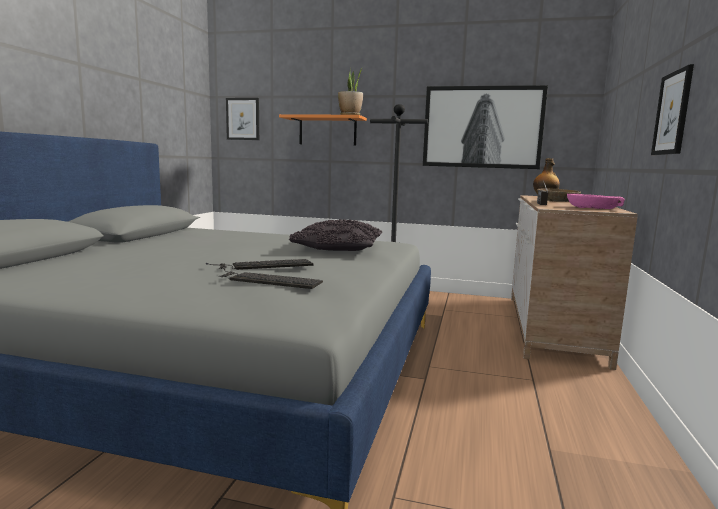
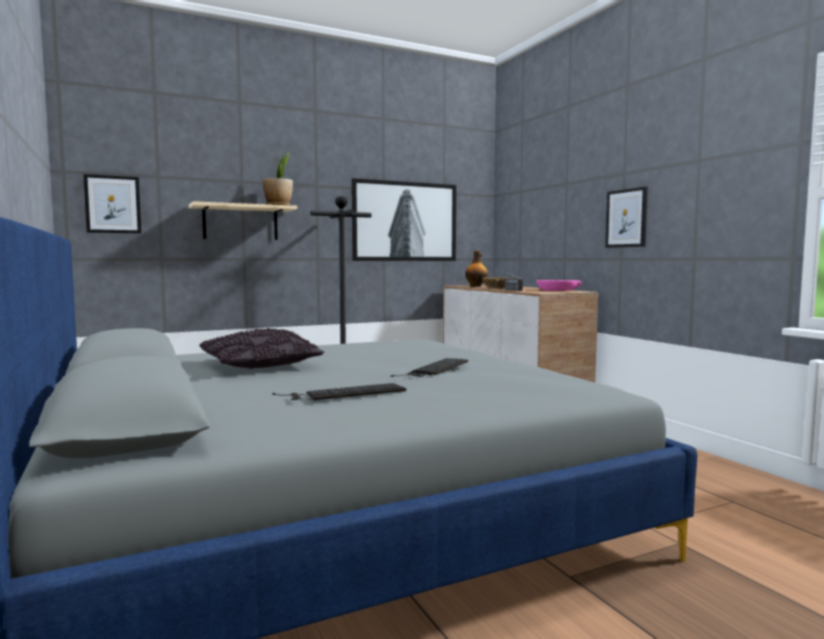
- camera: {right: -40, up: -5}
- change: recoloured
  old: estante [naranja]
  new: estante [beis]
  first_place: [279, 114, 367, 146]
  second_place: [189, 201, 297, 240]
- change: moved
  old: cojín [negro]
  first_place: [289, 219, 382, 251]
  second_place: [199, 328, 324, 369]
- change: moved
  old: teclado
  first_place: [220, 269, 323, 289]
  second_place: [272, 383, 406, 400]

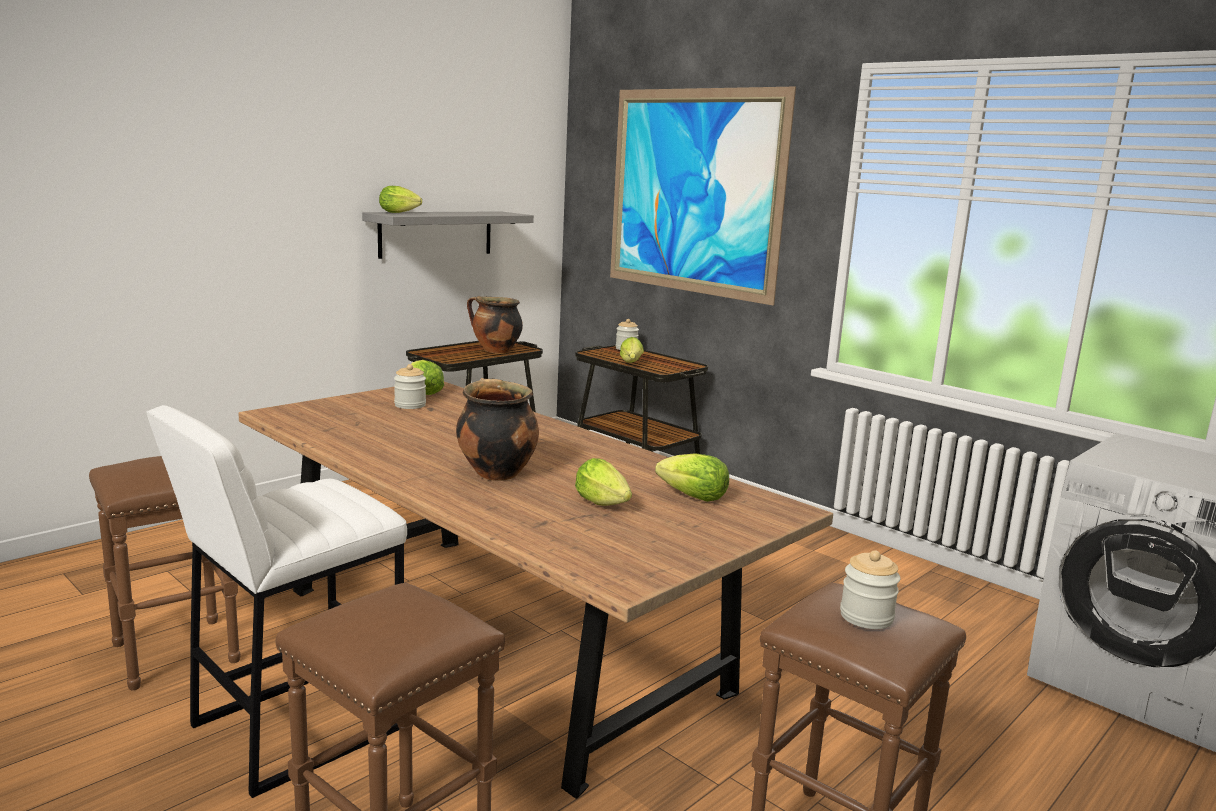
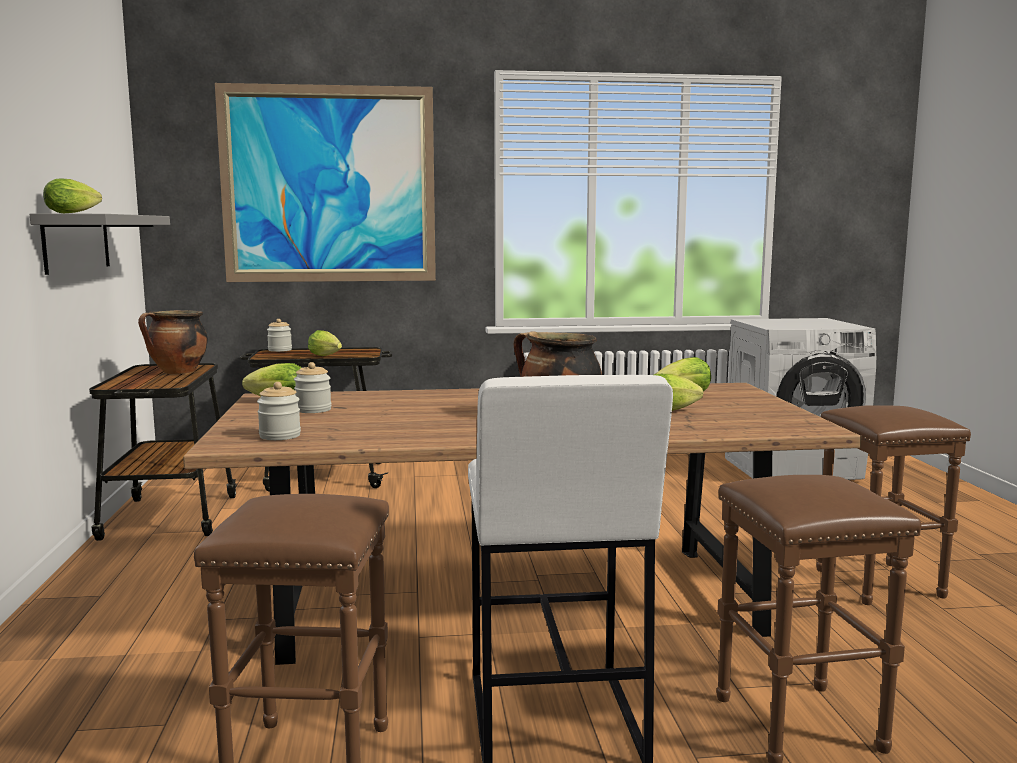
- camera: {right: -50, up: -5}
- change: moved
  old: tarro
  first_place: [840, 550, 901, 629]
  second_place: [257, 382, 301, 440]

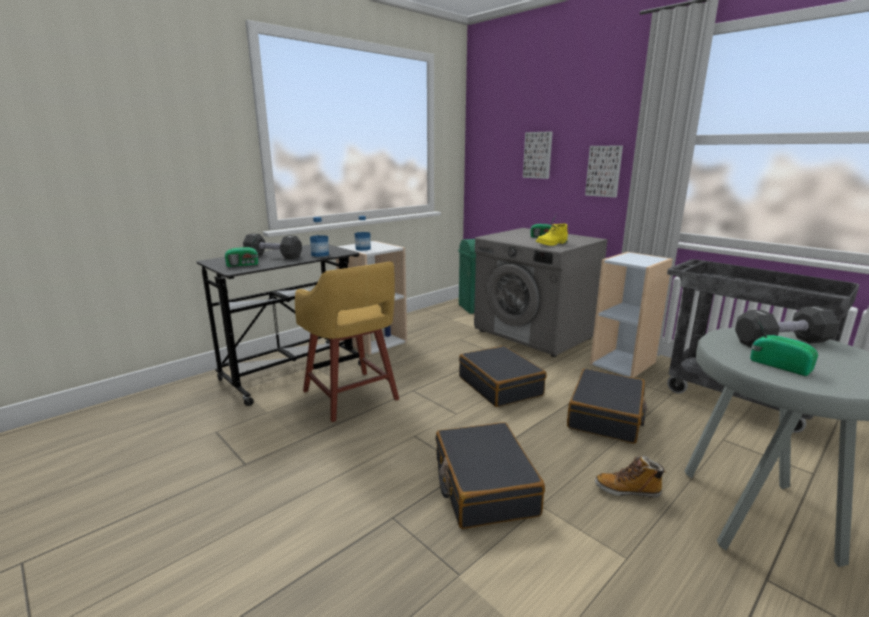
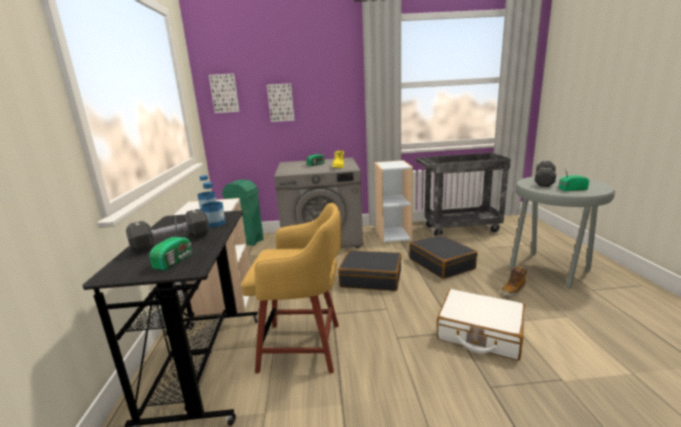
- camera: {right: -50, up: 0}
- change: moved
  old: cuadro
  first_place: [585, 146, 623, 198]
  second_place: [209, 73, 239, 113]
- change: recoloured
  old: maleta [negro]
  new: maleta [blanco]
  first_place: [436, 422, 545, 529]
  second_place: [437, 289, 525, 361]

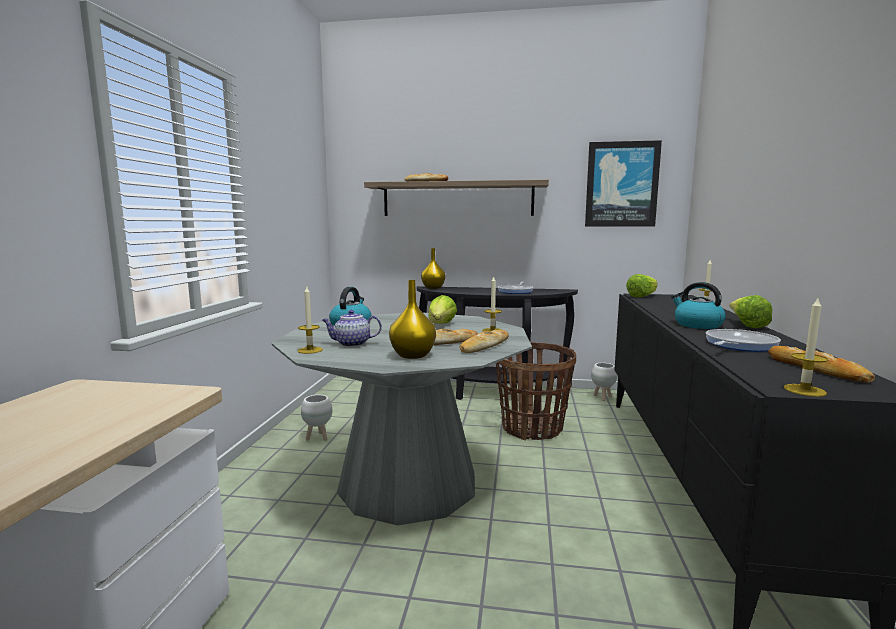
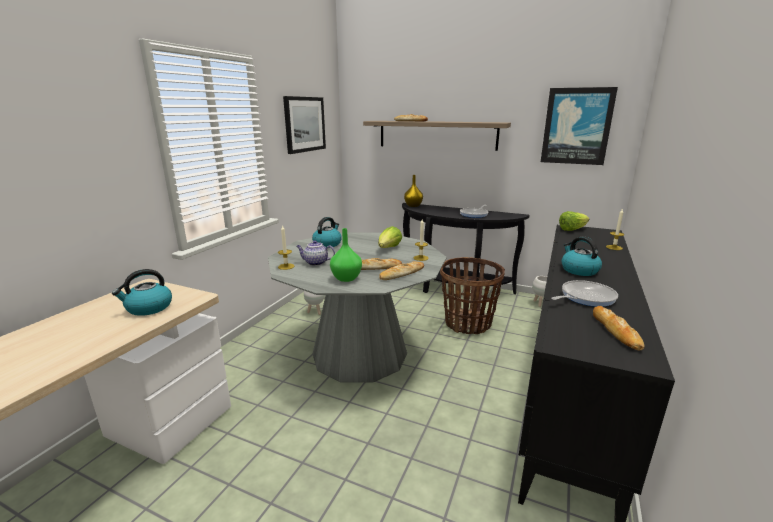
- camera: {right: 15, up: 10}
- change: added
  new: hervidor
  second_place: [112, 269, 172, 316]
- change: added
  new: cuadro
  second_place: [283, 96, 326, 154]
- change: recoloured
  old: florero [amarillo]
  new: florero [verde]
  first_place: [389, 280, 436, 359]
  second_place: [330, 228, 362, 282]
- change: removed
  old: lechuga
  first_place: [729, 295, 772, 328]
- change: removed
  old: vela
  first_place: [784, 298, 828, 397]

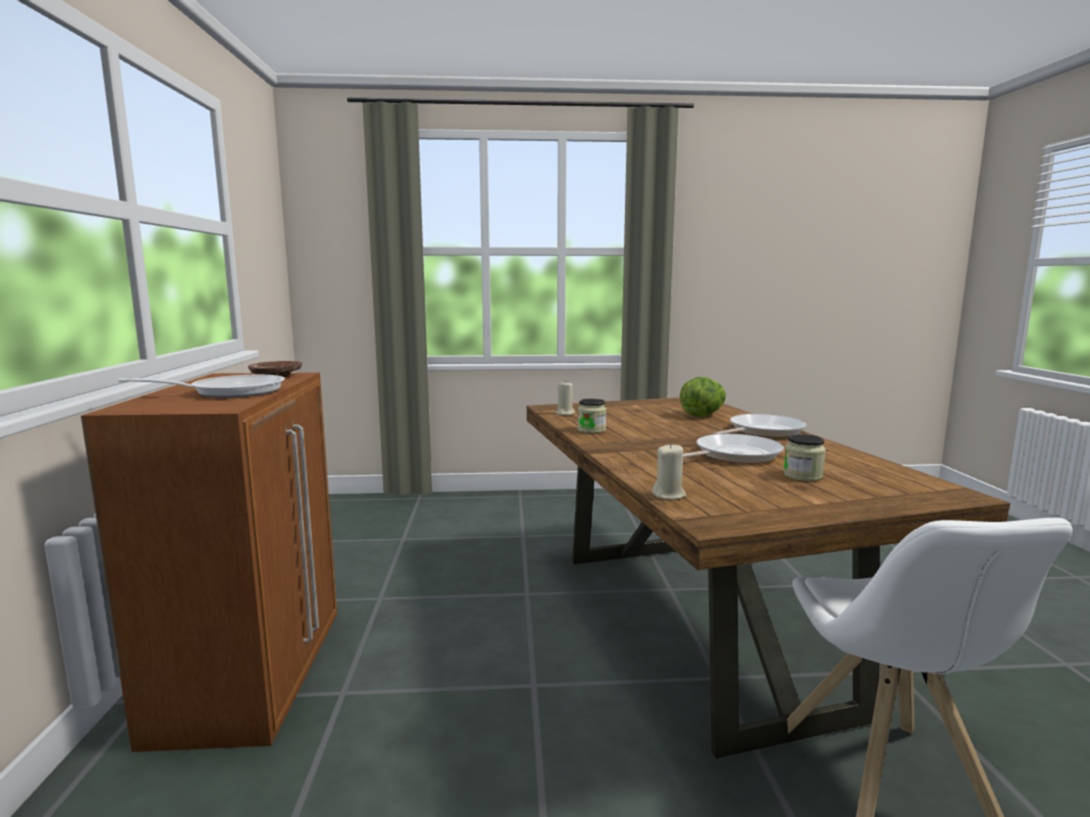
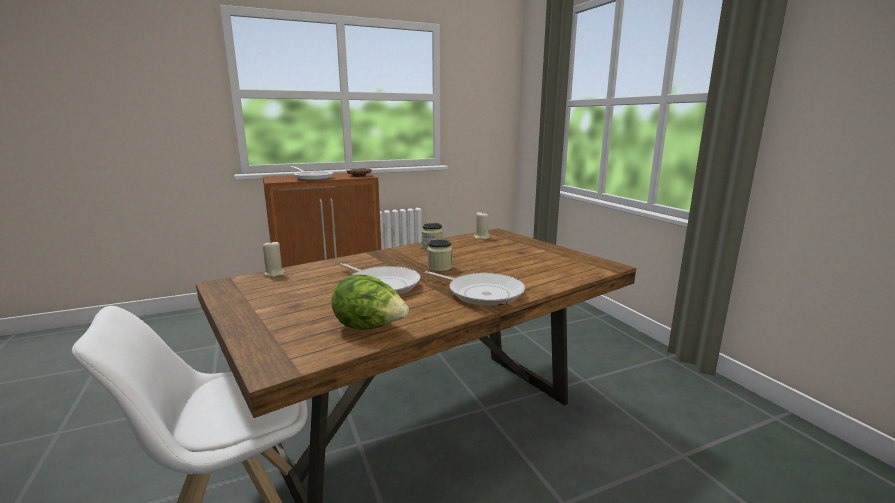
- camera: {right: 70, up: 5}
- change: moved
  old: lechuga
  first_place: [680, 377, 726, 417]
  second_place: [331, 275, 409, 330]
- change: moved
  old: tarro
  first_place: [783, 434, 826, 481]
  second_place: [427, 239, 452, 272]

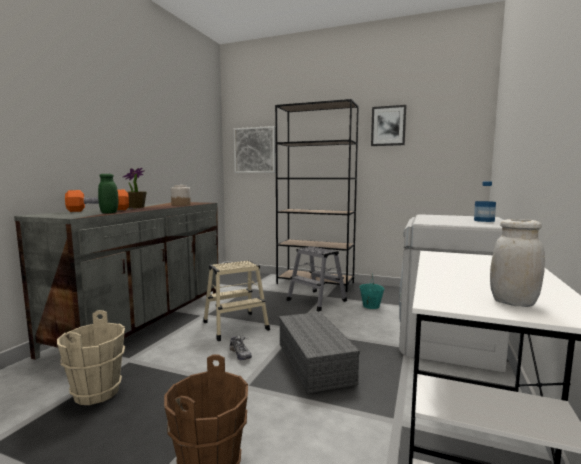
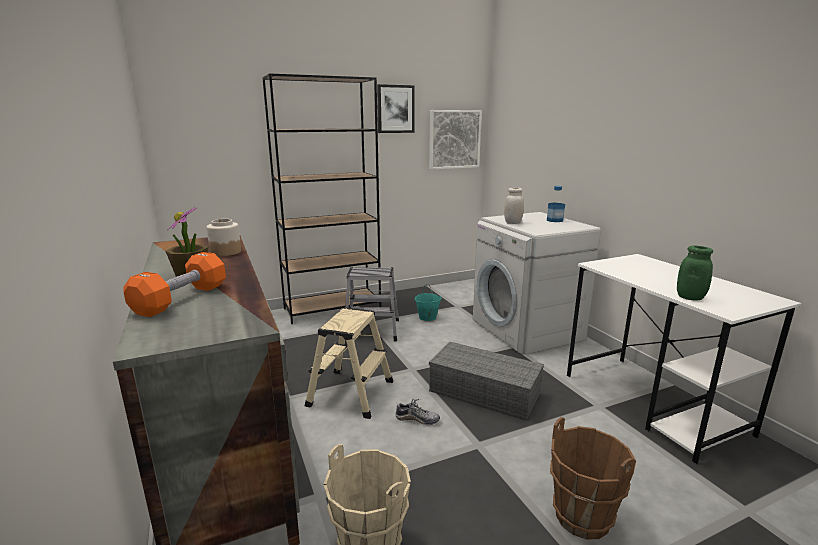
- camera: {right: -45, up: 10}
- change: moved
  old: cuadro
  first_place: [234, 126, 276, 173]
  second_place: [429, 110, 482, 170]
- change: moved
  old: tarro [blanco]
  first_place: [490, 219, 545, 307]
  second_place: [504, 188, 524, 224]
- change: moved
  old: tarro [verde]
  first_place: [98, 174, 118, 213]
  second_place: [677, 246, 713, 301]

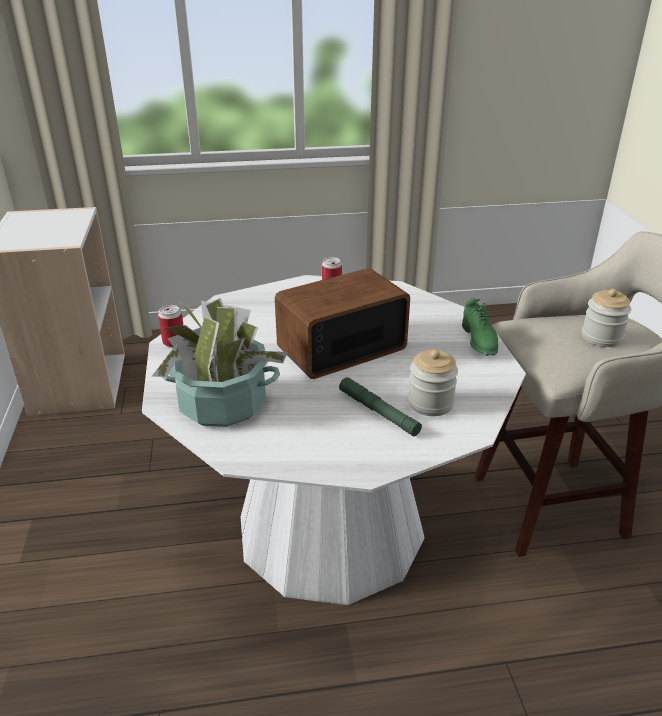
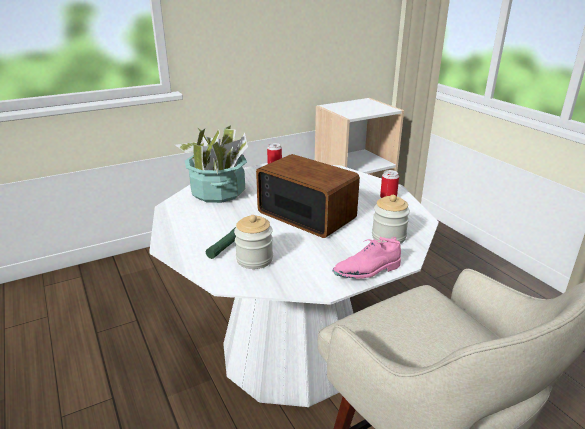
- camera: {right: 70, up: -5}
- change: recoloured
  old: zapato [verde]
  new: zapato [rosa]
  first_place: [462, 297, 498, 356]
  second_place: [332, 237, 401, 279]
- change: moved
  old: tarro
  first_place: [582, 289, 631, 347]
  second_place: [372, 195, 410, 244]

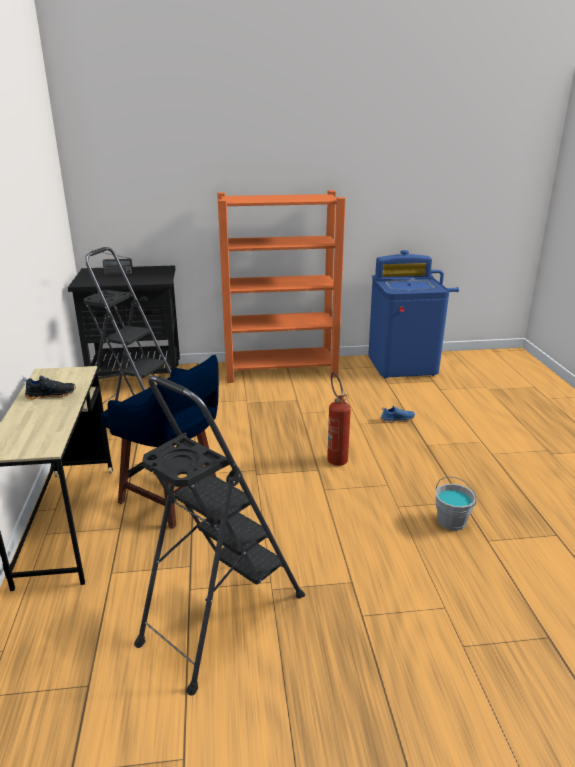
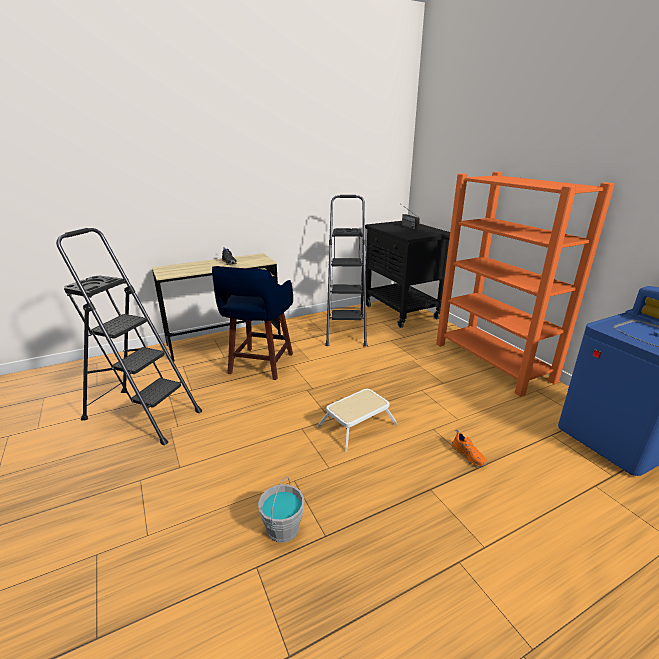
- camera: {right: 70, up: 0}
- change: replaced
  old: extintor
  new: escalera de tijera [beis]
  first_place: [327, 372, 351, 466]
  second_place: [317, 389, 398, 452]
- change: recoloured
  old: zapato [azul]
  new: zapato [naranja]
  first_place: [380, 406, 415, 423]
  second_place: [452, 430, 487, 467]

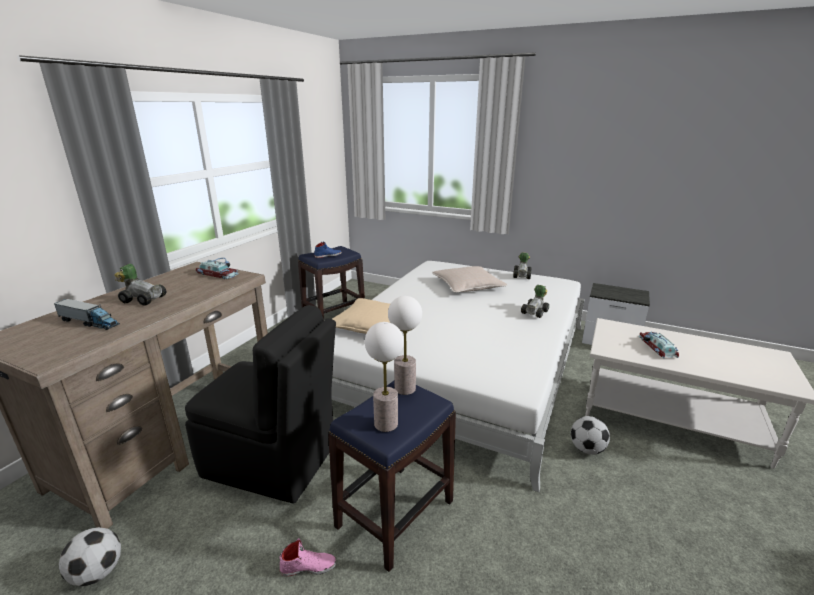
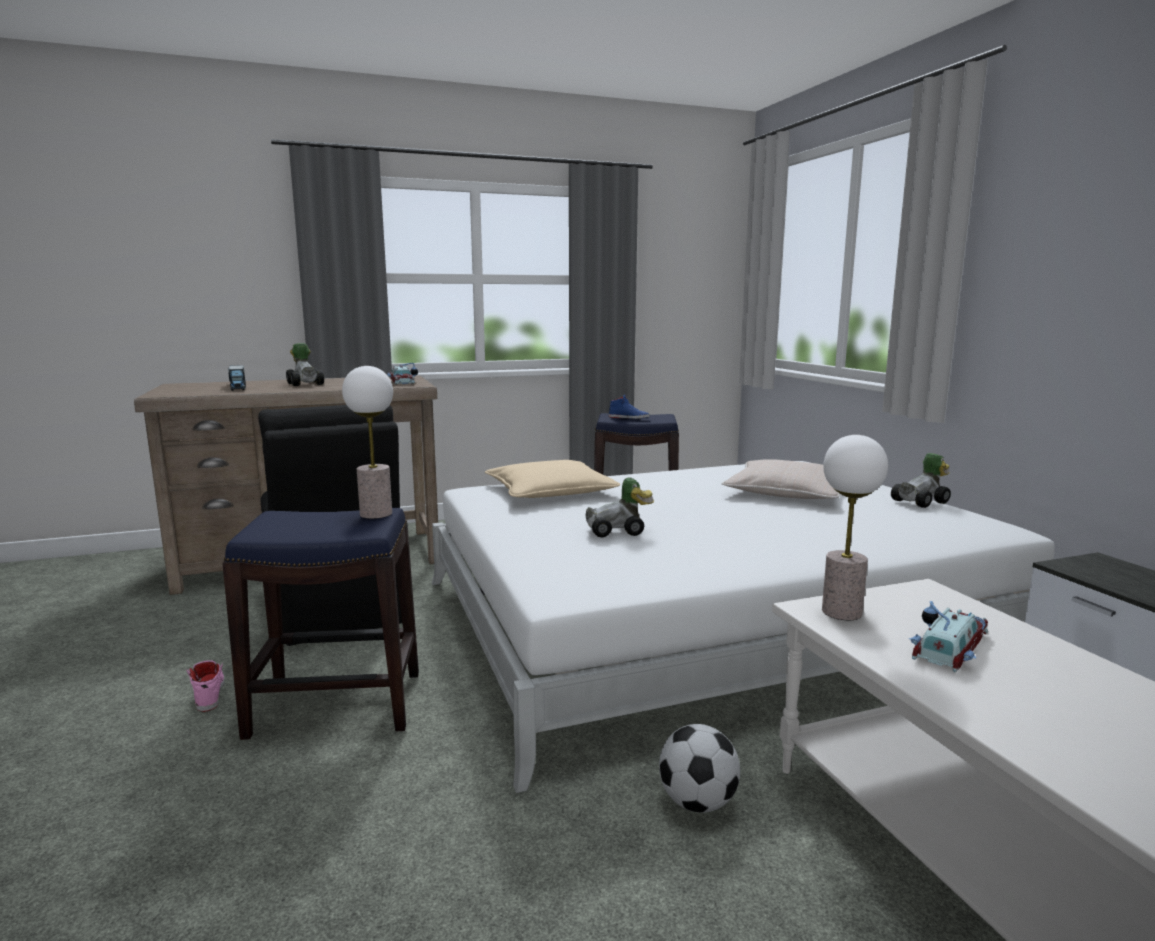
- camera: {right: 45, up: -10}
- change: turned
  old: zapato [rosa]
  first_place: [279, 538, 337, 576]
  second_place: [186, 660, 225, 712]
  degrees: -150
- change: moved
  old: coche de juguete
  first_place: [521, 285, 549, 318]
  second_place: [586, 477, 654, 538]
- change: moved
  old: lámpara de mesa
  first_place: [365, 322, 404, 432]
  second_place: [822, 435, 888, 620]
- change: removed
  old: balón de fútbol
  first_place: [59, 527, 121, 586]

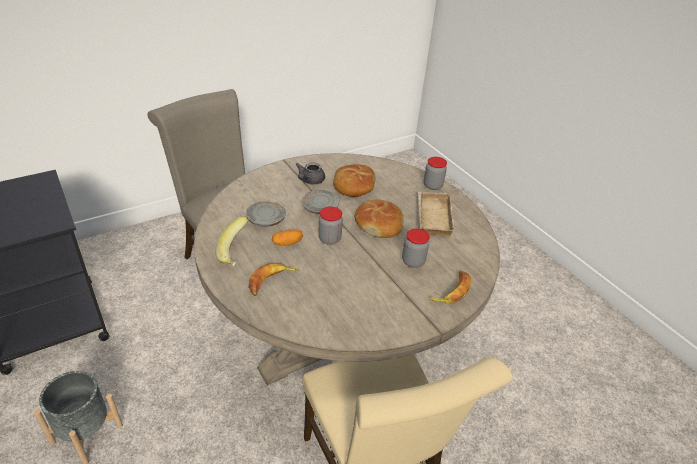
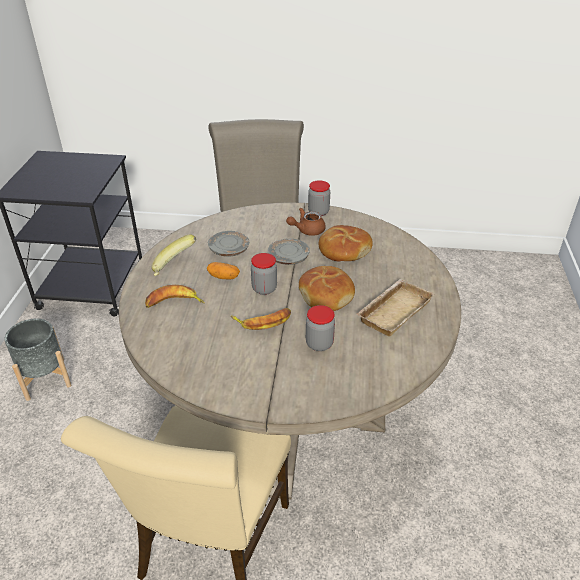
- camera: {right: 40, up: 0}
- change: moved
  old: plátano
  first_place: [429, 271, 471, 304]
  second_place: [231, 308, 291, 330]
- change: recoloured
  old: tetera [gris]
  new: tetera [marrón]
  first_place: [296, 162, 325, 185]
  second_place: [286, 208, 326, 236]
- change: moved
  old: tarro
  first_place: [424, 157, 447, 190]
  second_place: [308, 180, 330, 216]

